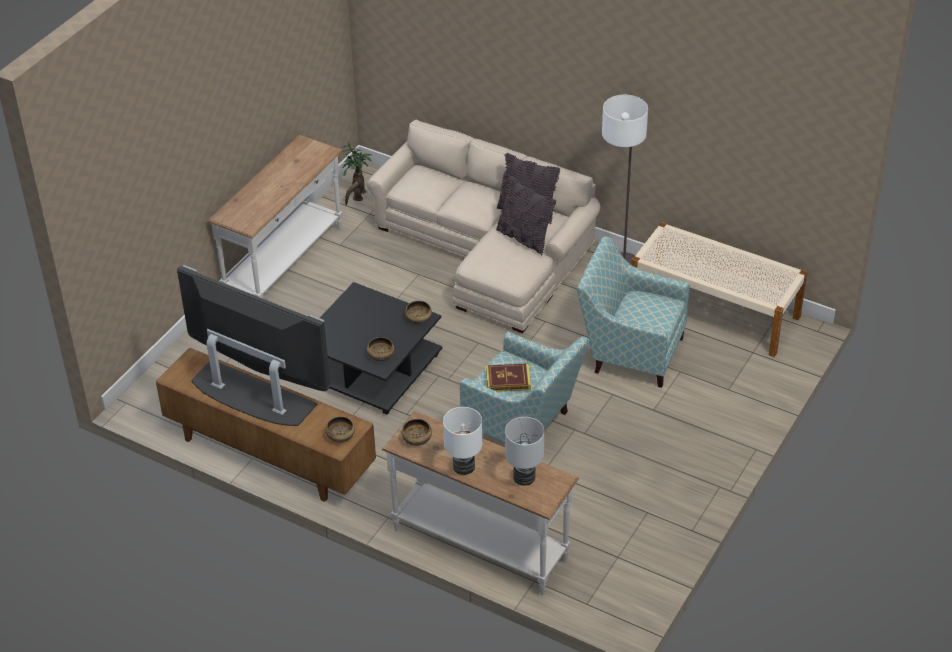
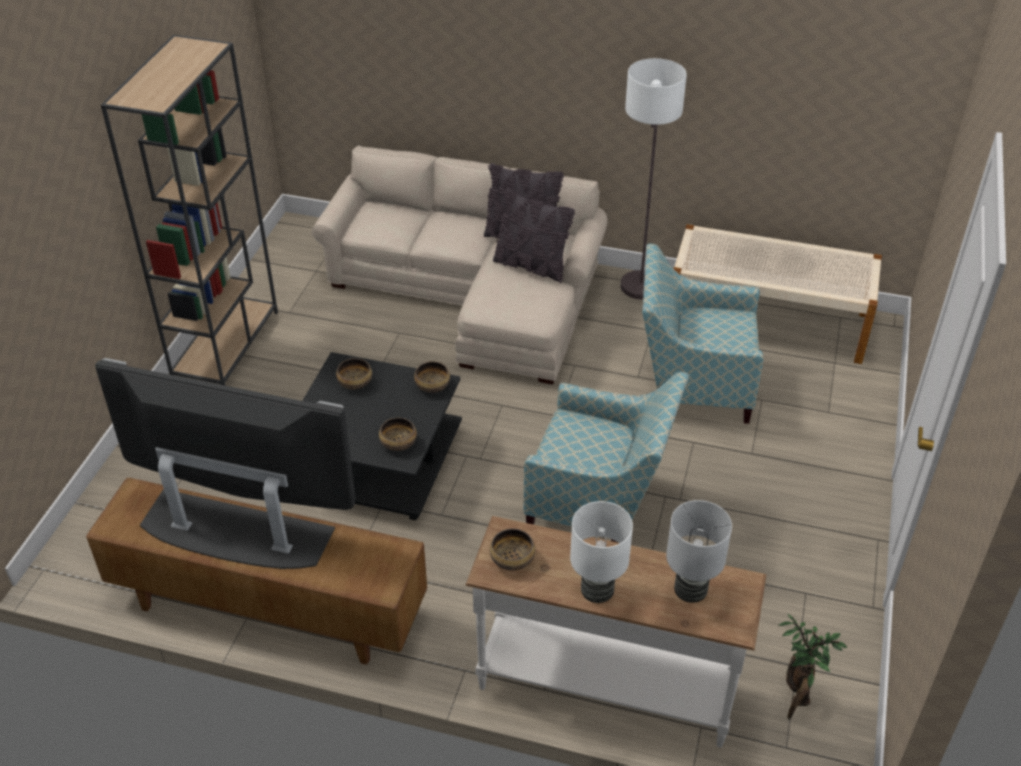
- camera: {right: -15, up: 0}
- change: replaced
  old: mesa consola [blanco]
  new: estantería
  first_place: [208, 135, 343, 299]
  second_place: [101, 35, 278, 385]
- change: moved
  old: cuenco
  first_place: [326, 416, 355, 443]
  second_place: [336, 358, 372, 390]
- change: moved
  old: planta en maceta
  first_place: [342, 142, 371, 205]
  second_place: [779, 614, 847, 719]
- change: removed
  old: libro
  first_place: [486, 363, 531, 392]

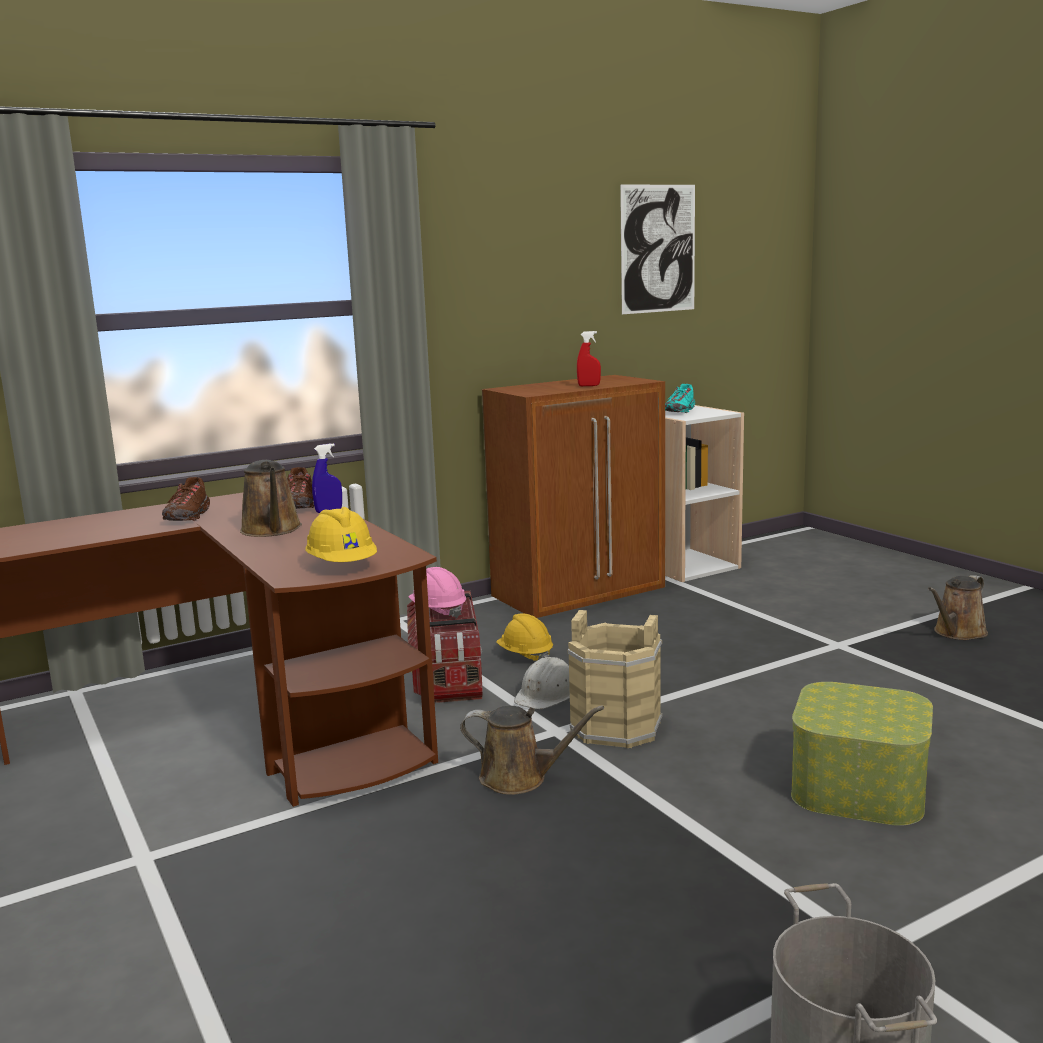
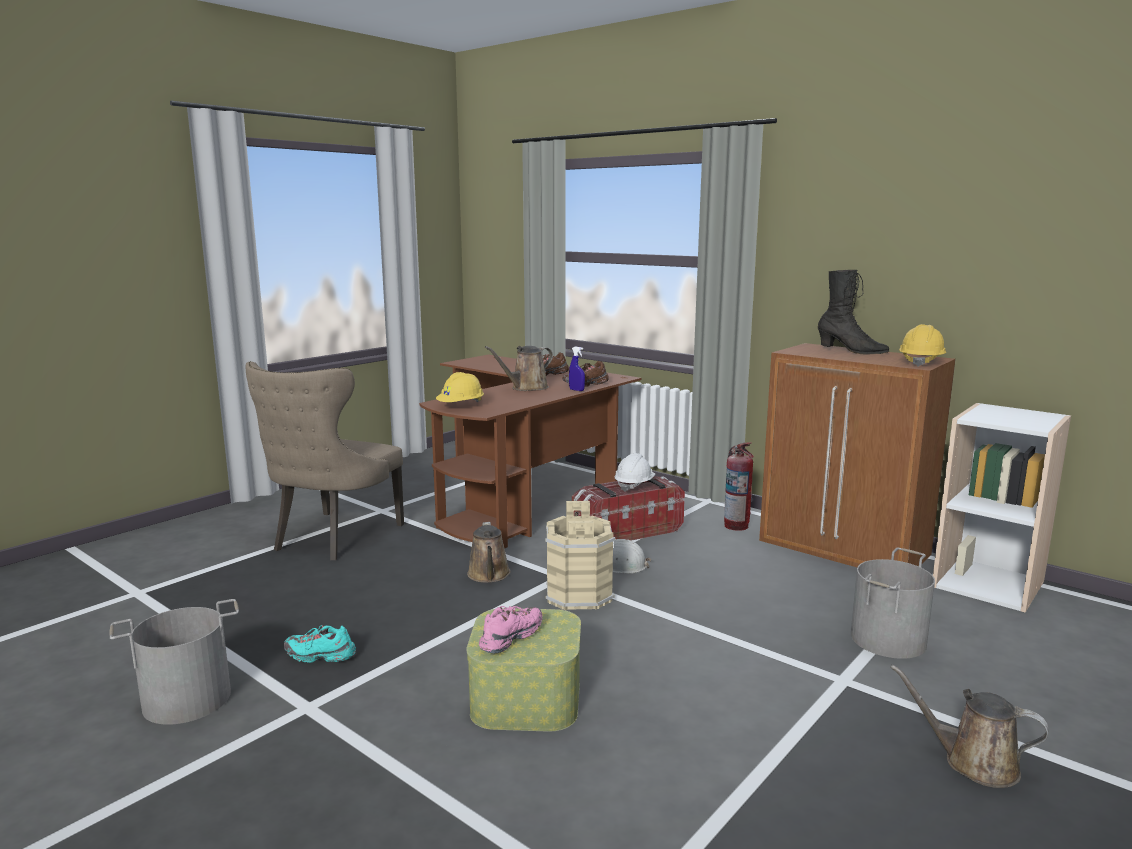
- camera: {right: 70, up: 0}
- change: added
  new: silla [beis]
  second_place: [246, 361, 404, 560]
- change: moved
  old: zapato [turquesa]
  first_place: [665, 384, 695, 413]
  second_place: [284, 625, 356, 663]
- change: added
  new: zapato [rosa]
  second_place: [479, 606, 542, 653]
- change: recoloured
  old: casco [rosa]
  new: casco [blanco]
  first_place: [409, 567, 466, 618]
  second_place: [615, 453, 655, 492]
- change: added
  new: extintor
  second_place: [724, 442, 754, 531]
- change: added
  new: bota [negro]
  second_place: [818, 270, 889, 355]
- change: added
  new: cubo [gris]
  second_place: [851, 548, 935, 659]
- change: moved
  old: casco [amarillo]
  first_place: [496, 613, 553, 661]
  second_place: [899, 324, 946, 367]
- change: removed
  old: pulverizador [rojo]
  first_place: [577, 331, 601, 386]
- change: removed
  old: cuadro
  first_place: [620, 185, 695, 314]

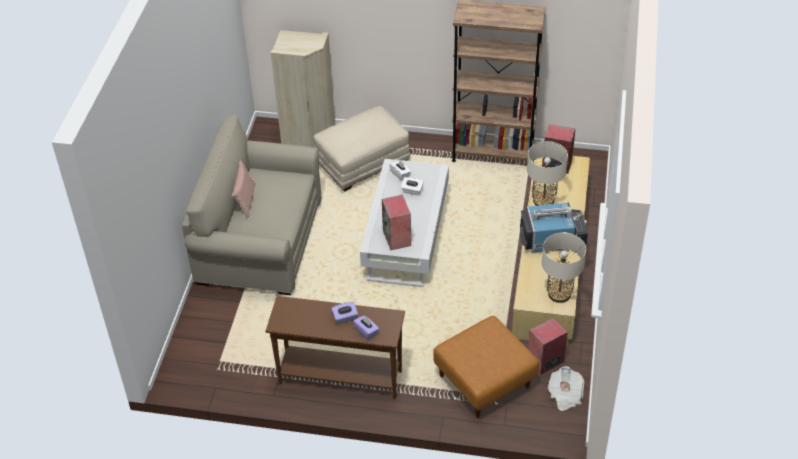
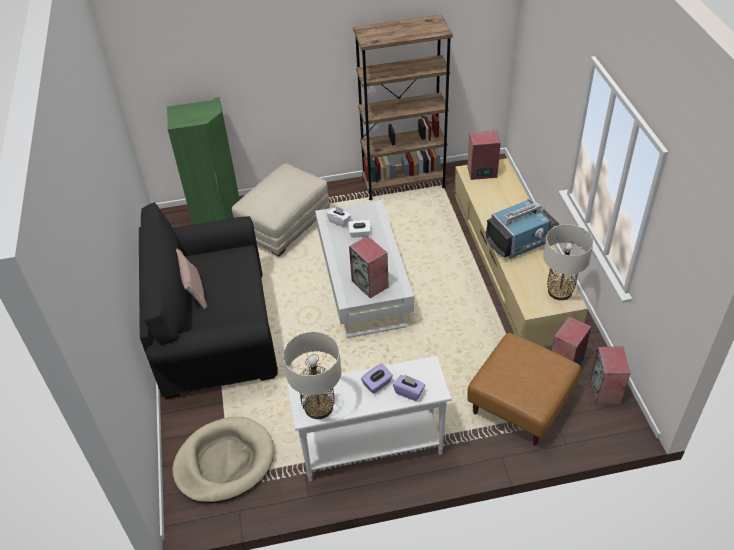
- camera: {right: -20, up: 0}
- change: recoloured
  old: sofá [beis]
  new: sofá [negro]
  first_place: [182, 115, 322, 295]
  second_place: [139, 202, 278, 399]
- change: recoloured
  old: armario [beis]
  new: armario [verde]
  first_place: [271, 30, 335, 148]
  second_place: [167, 97, 240, 224]
- change: added
  new: cama para perro [beis]
  second_place: [173, 417, 274, 503]
- change: moved
  old: lámpara de mesa
  first_place: [527, 141, 568, 206]
  second_place: [283, 332, 342, 419]
- change: recoloured
  old: mesa consola [marrón]
  new: mesa consola [blanco]
  first_place: [265, 296, 405, 399]
  second_place: [287, 356, 452, 481]
- change: replaced
  old: periódico
  new: altavoz
  first_place: [548, 366, 585, 411]
  second_place: [590, 346, 630, 405]

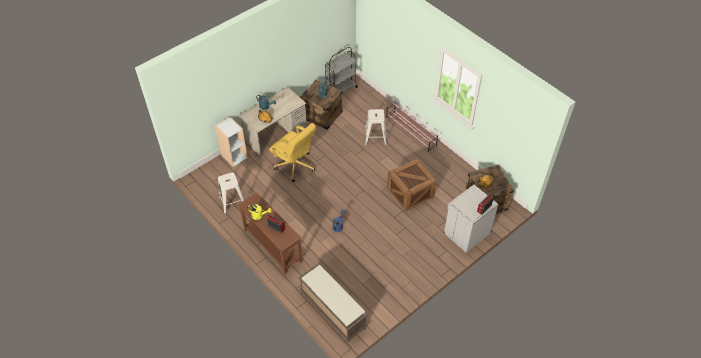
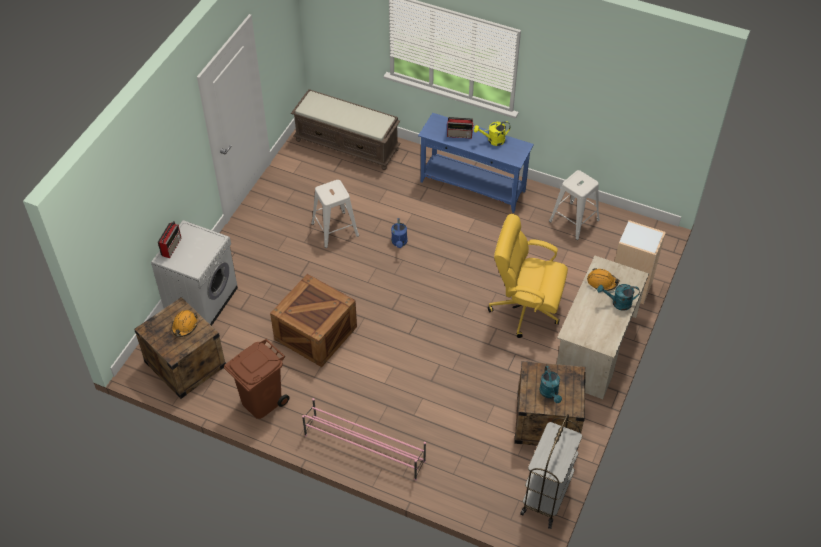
- camera: {right: 155, up: 0}
- change: added
  new: papelera [marrón]
  second_place: [224, 339, 290, 419]
- change: moved
  old: taburete [blanco]
  first_place: [365, 109, 387, 145]
  second_place: [311, 180, 359, 248]
- change: recoloured
  old: mesa consola [marrón]
  new: mesa consola [azul]
  first_place: [238, 193, 302, 274]
  second_place: [418, 113, 534, 213]

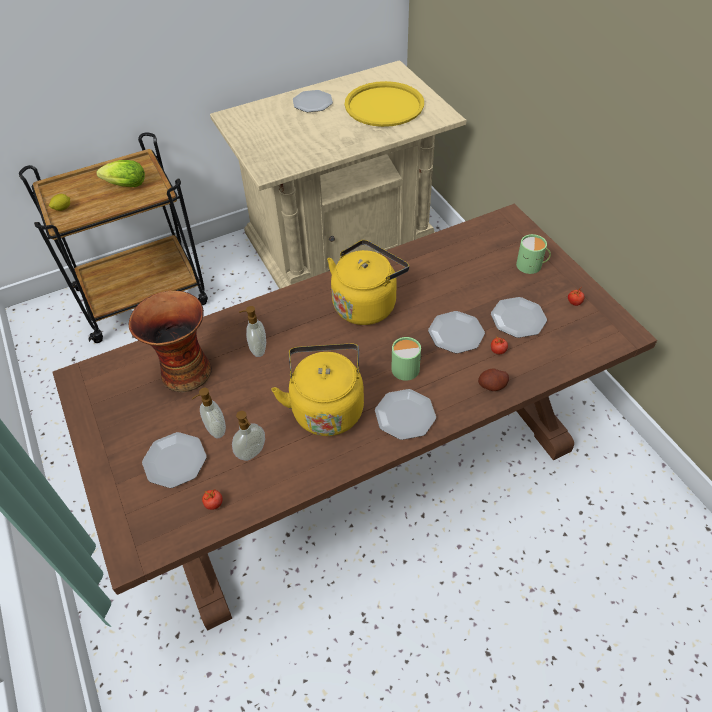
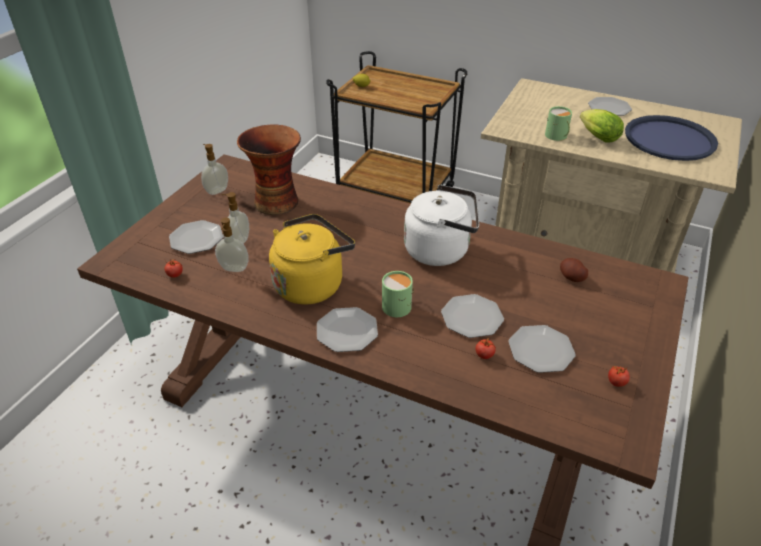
- camera: {right: 50, up: -10}
- change: moved
  old: dispensador de jabón
  first_place: [239, 306, 266, 357]
  second_place: [201, 144, 228, 195]
- change: recoloured
  old: hervidor [amarillo]
  new: hervidor [blanco]
  first_place: [327, 240, 409, 325]
  second_place: [404, 185, 479, 266]
- change: moved
  old: taza grande [verde]
  first_place: [516, 234, 551, 274]
  second_place: [545, 106, 572, 141]
- change: moved
  old: patata
  first_place: [478, 368, 509, 391]
  second_place: [560, 258, 588, 282]
- change: moved
  old: lechuga
  first_place: [97, 160, 145, 187]
  second_place: [580, 109, 624, 142]
- change: recoloured
  old: bandeja [amarillo]
  new: bandeja [azul]
  first_place: [345, 81, 424, 127]
  second_place: [625, 115, 718, 161]

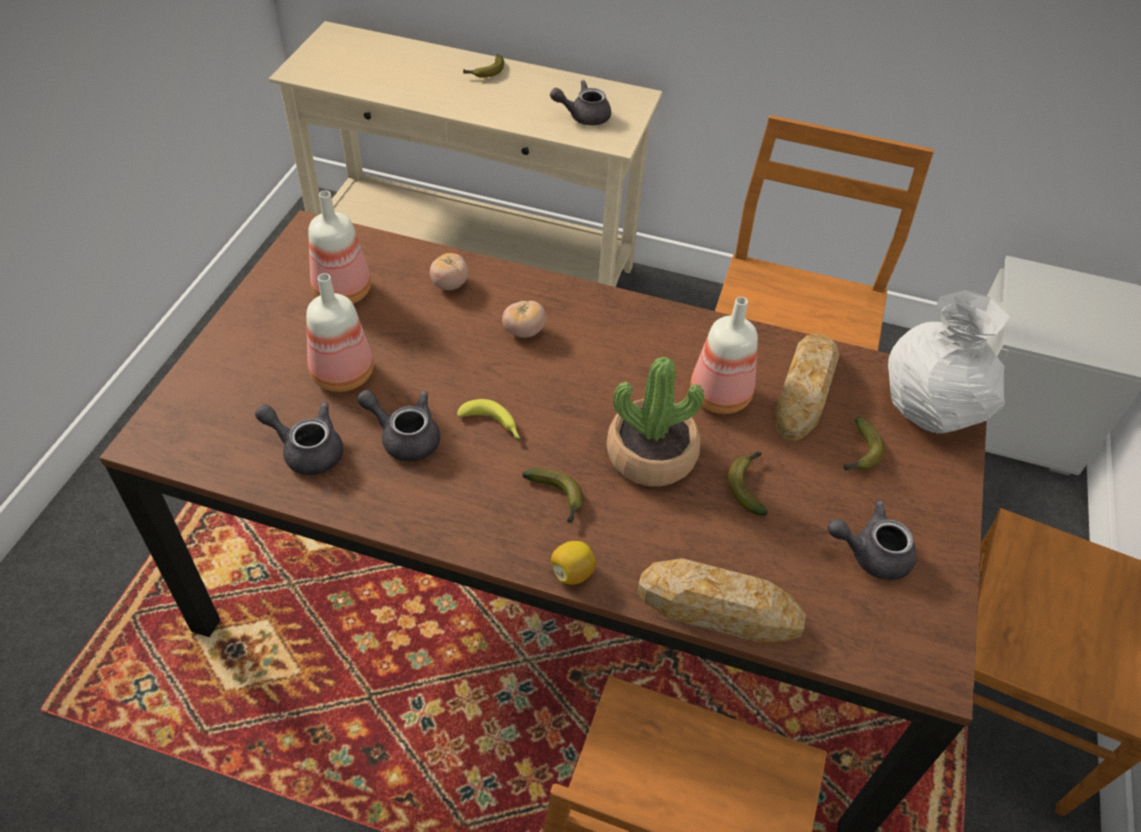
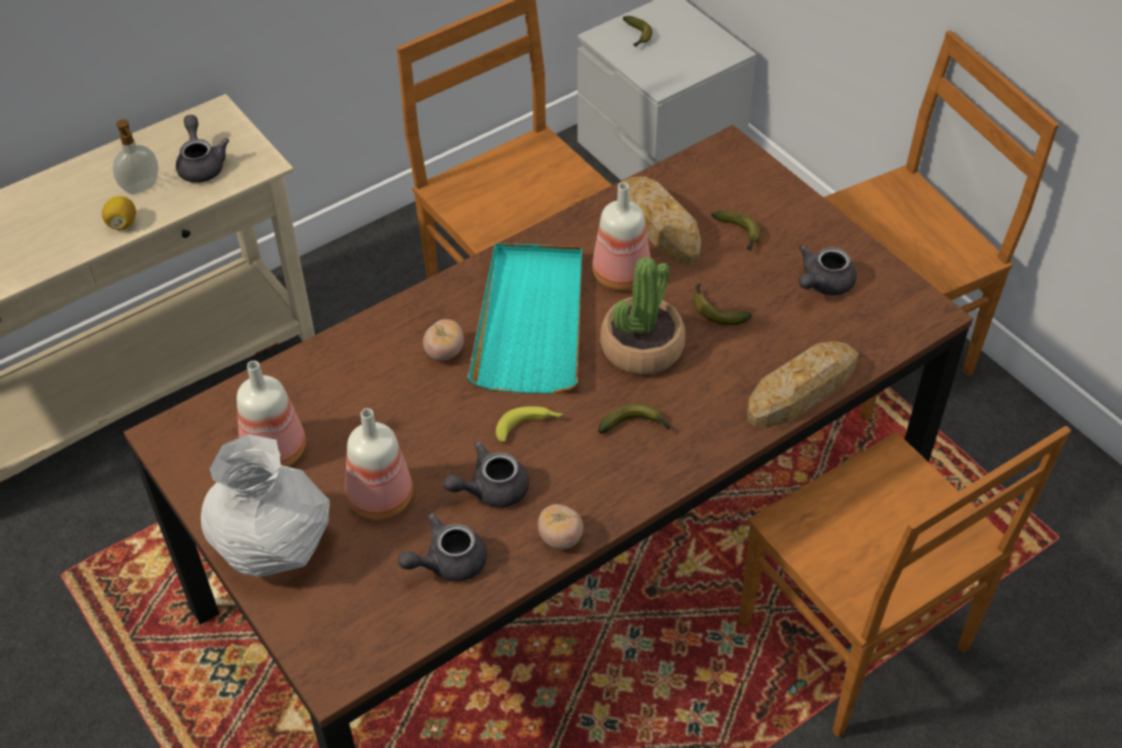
- camera: {right: -50, up: 0}
- change: moved
  old: limón
  first_place: [551, 541, 597, 585]
  second_place: [102, 196, 136, 230]
- change: added
  new: dispensador de jabón
  second_place: [113, 119, 159, 194]
- change: turned
  old: tetera [gris]
  first_place: [550, 80, 611, 125]
  second_place: [176, 115, 229, 183]
  degrees: 135
- change: moved
  old: florero [blanco]
  first_place: [888, 290, 1010, 434]
  second_place: [201, 434, 330, 577]
- change: added
  new: bandeja [turquesa]
  second_place: [467, 243, 582, 394]
- change: moved
  old: tomate
  first_place: [430, 253, 468, 290]
  second_place: [538, 504, 583, 549]
- change: moved
  old: plátano
  first_place: [463, 54, 504, 78]
  second_place: [623, 16, 652, 47]

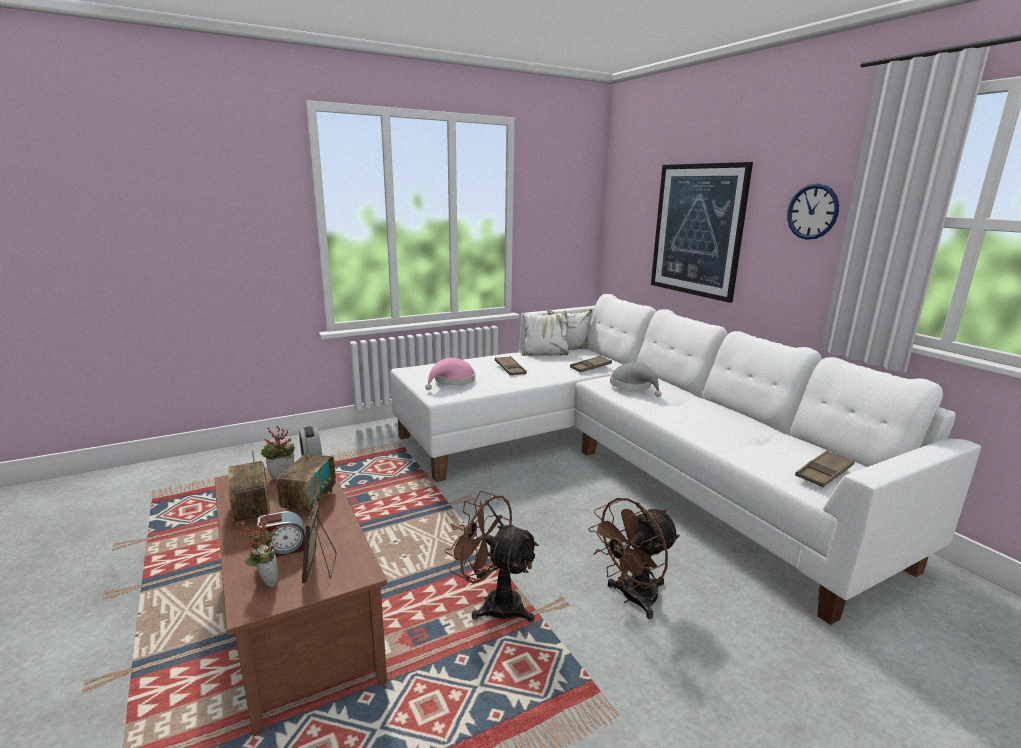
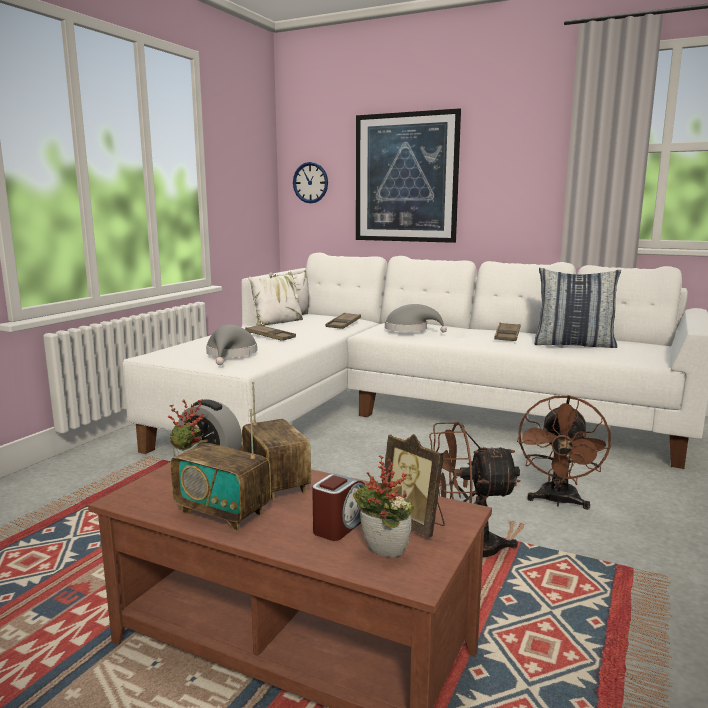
- camera: {right: -35, up: -5}
- change: recoloured
  old: sombrero [rosa]
  new: sombrero [gris]
  first_place: [425, 358, 475, 390]
  second_place: [206, 325, 257, 365]
- change: moved
  old: reloj de pared
  first_place: [787, 183, 839, 240]
  second_place: [293, 162, 328, 203]
- change: moved
  old: bandeja [marrón]
  first_place: [795, 450, 855, 487]
  second_place: [494, 322, 521, 341]
- change: added
  new: cojín
  second_place: [534, 268, 621, 348]

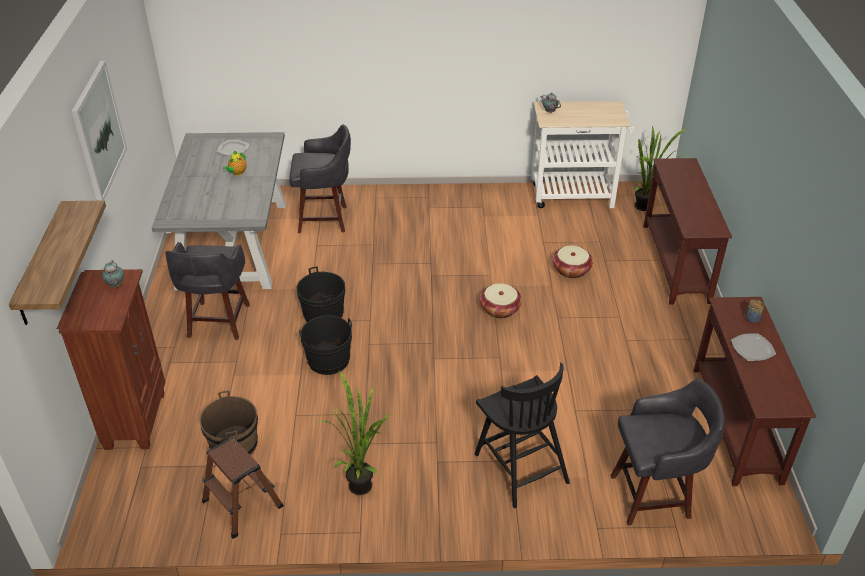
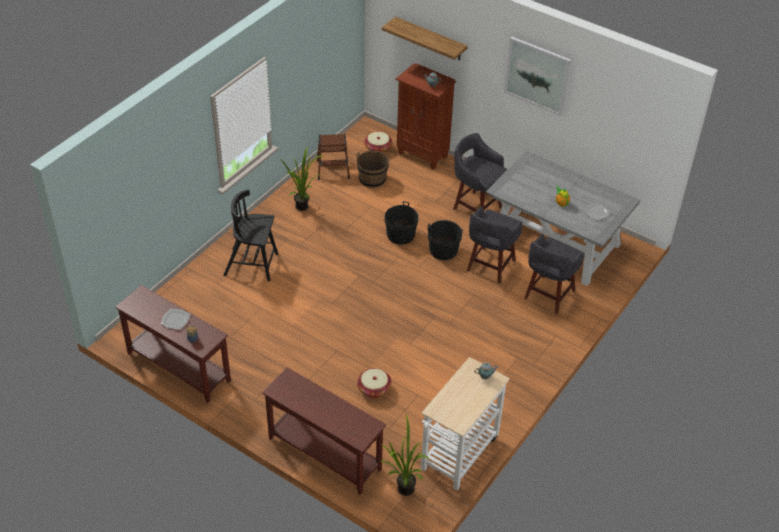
- camera: {right: 125, up: 5}
- change: moved
  old: cesta
  first_place: [479, 283, 522, 318]
  second_place: [365, 132, 392, 153]
- change: moved
  old: taburete [gris]
  first_place: [610, 378, 725, 525]
  second_place: [467, 206, 523, 284]

